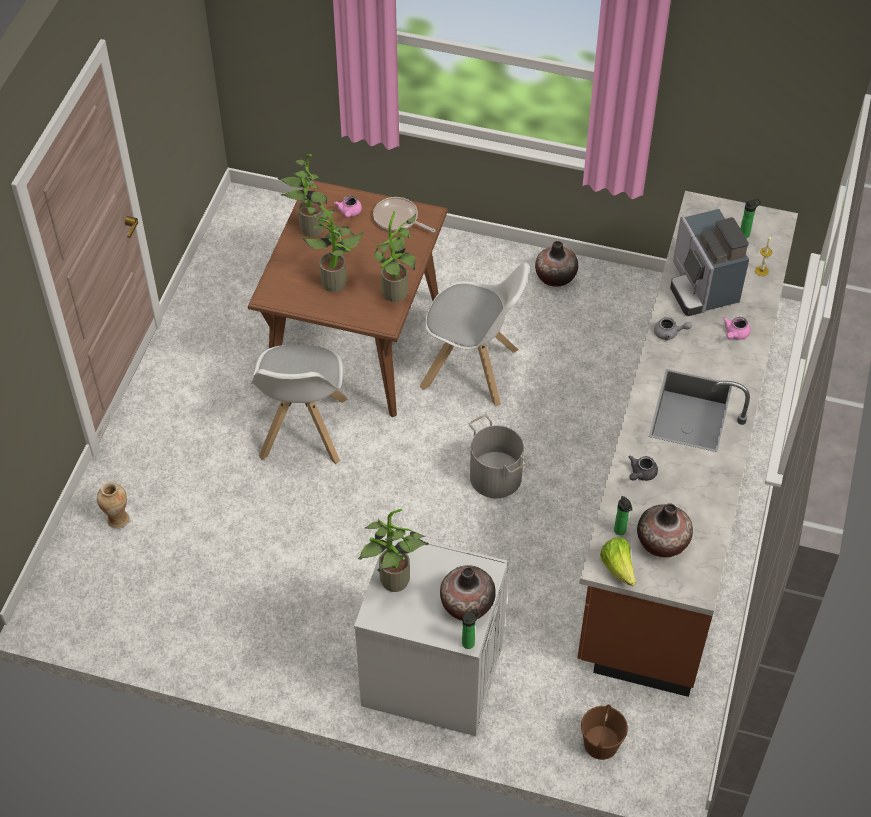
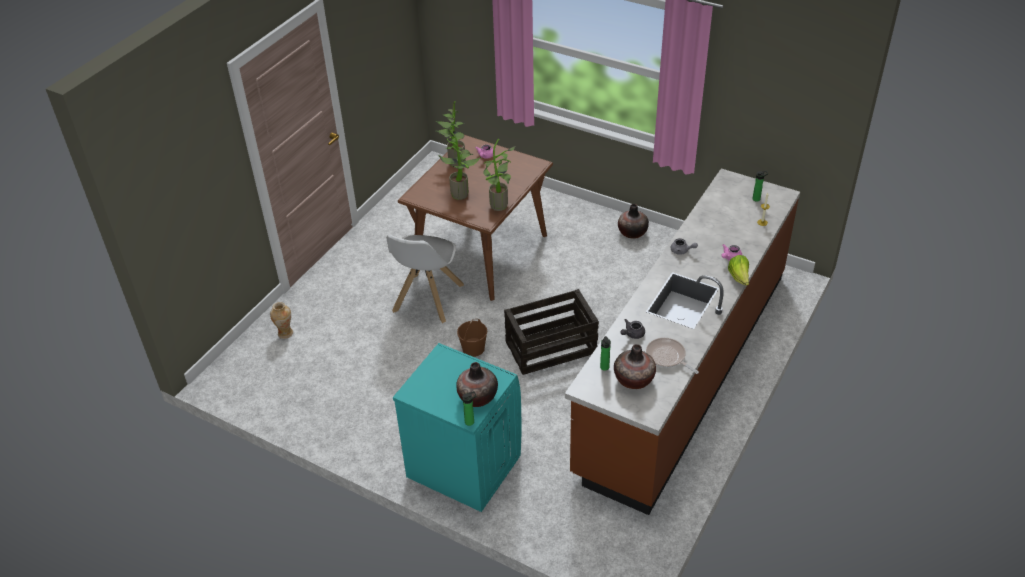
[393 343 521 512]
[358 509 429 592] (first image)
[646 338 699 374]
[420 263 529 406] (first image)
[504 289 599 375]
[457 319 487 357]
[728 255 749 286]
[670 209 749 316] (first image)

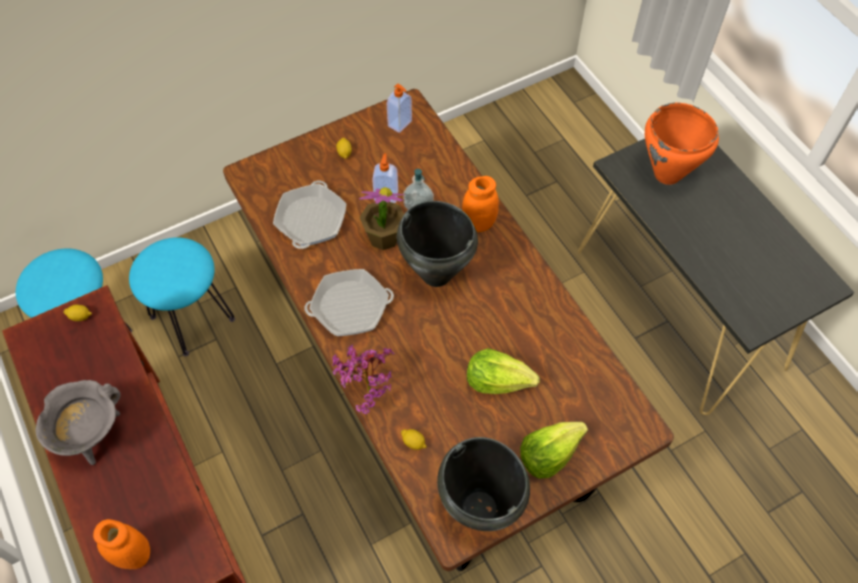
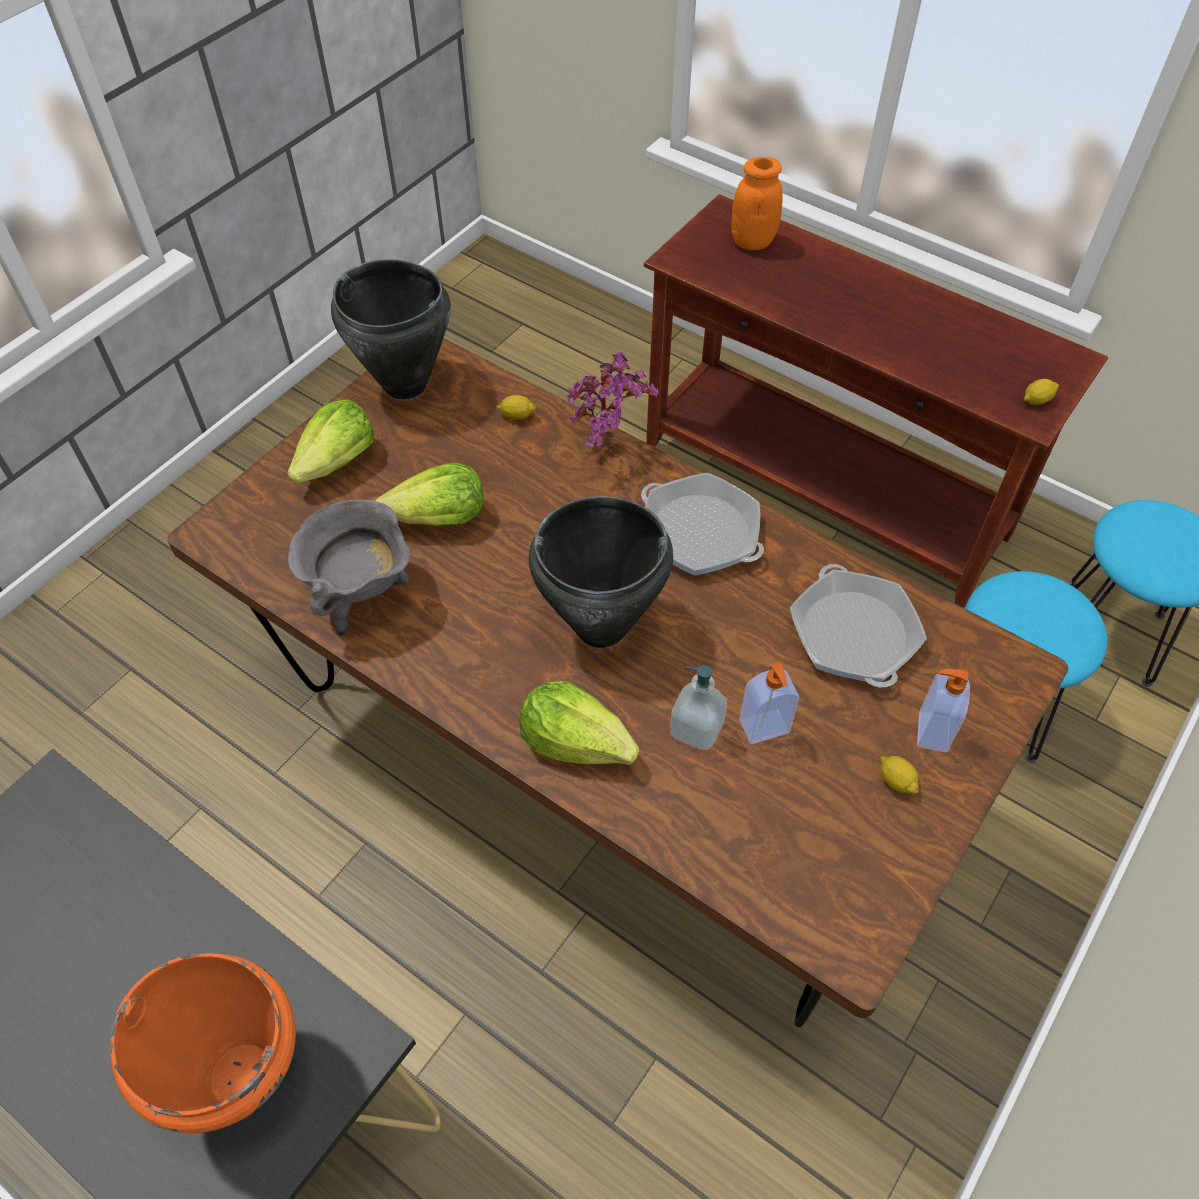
[288 499 411 636]
[641 473 764 576]
[359 187 404 250] (first image)
[917 669 970 753]
[519 681 639 765]

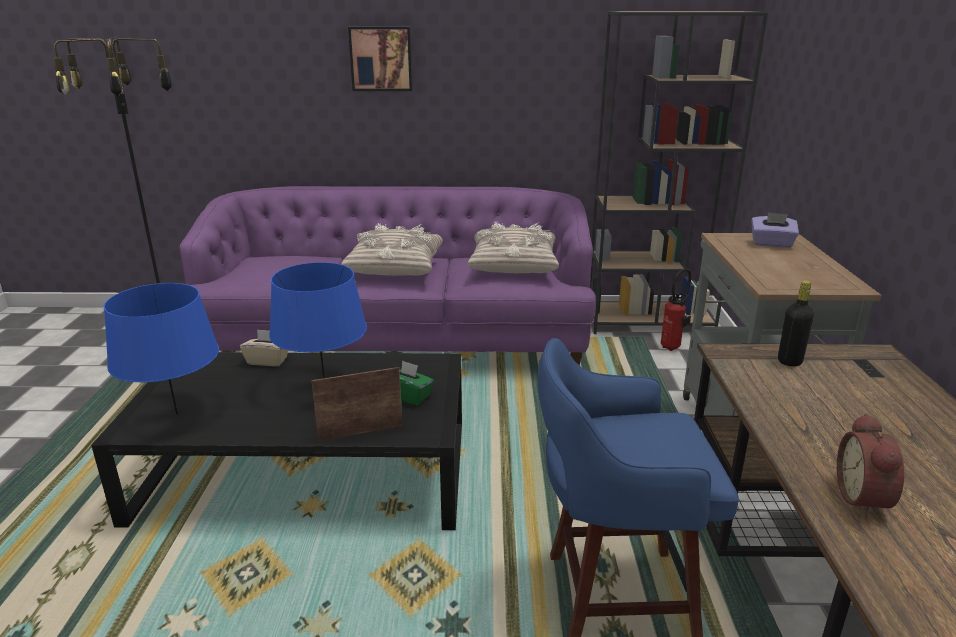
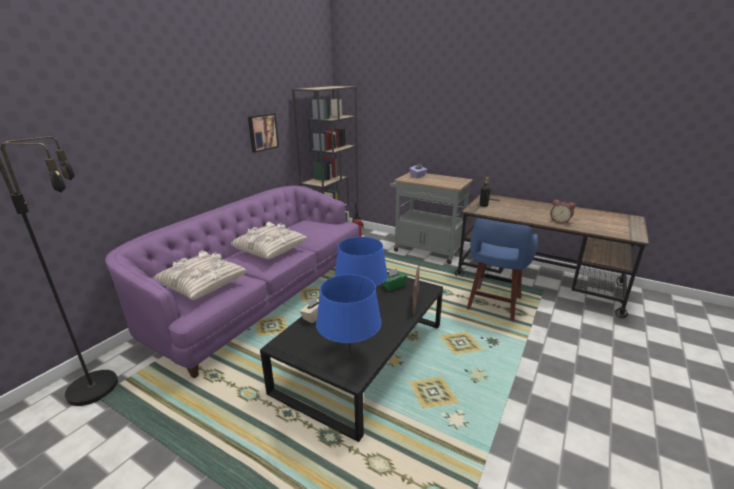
[248 113 279 153]
[153 250 246 300]

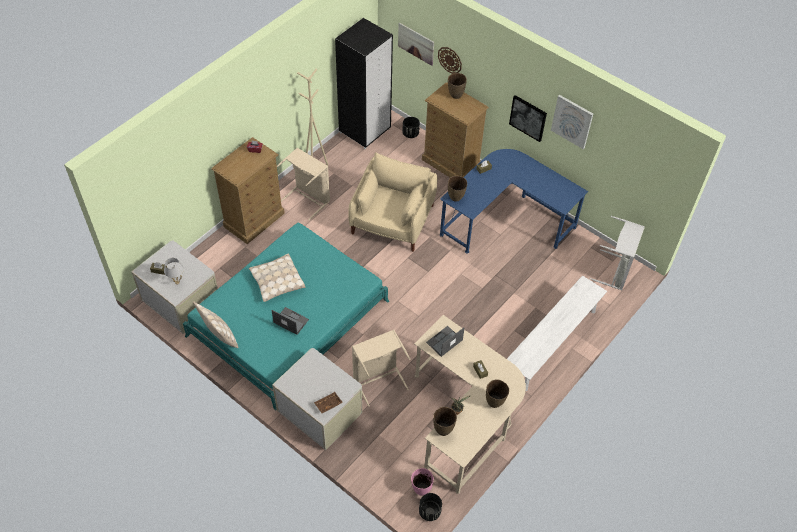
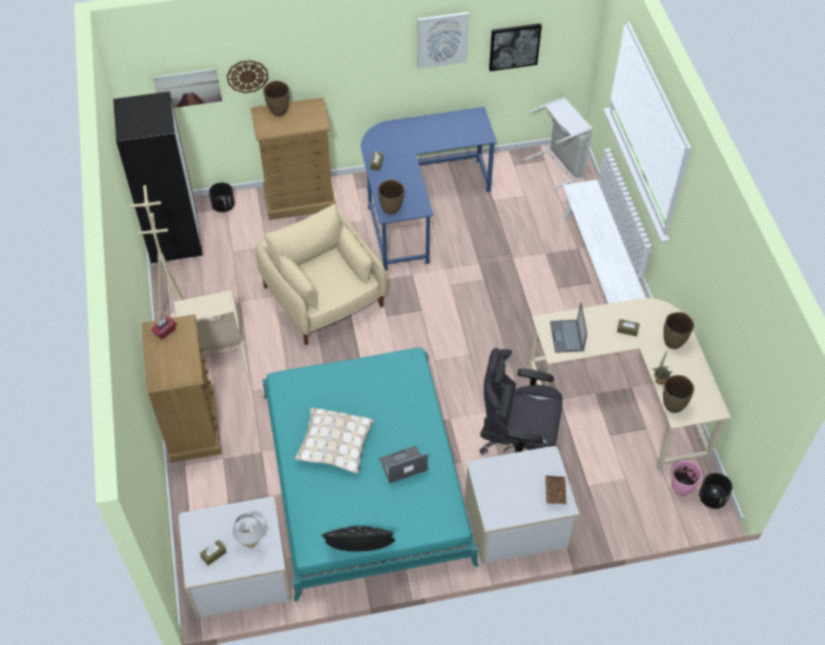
[321 526 395 551]
[479 348 563 455]
[489 23 542 71]

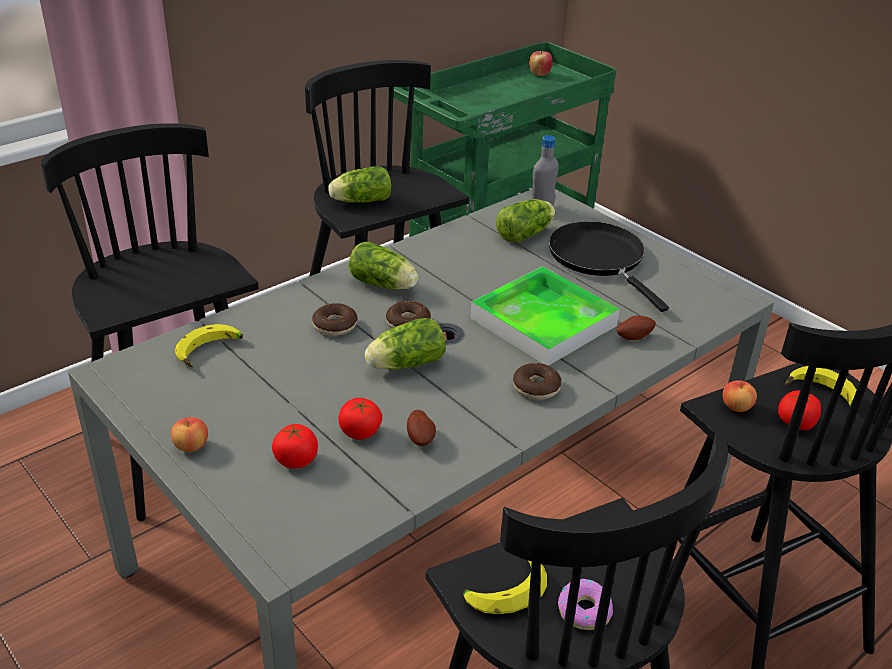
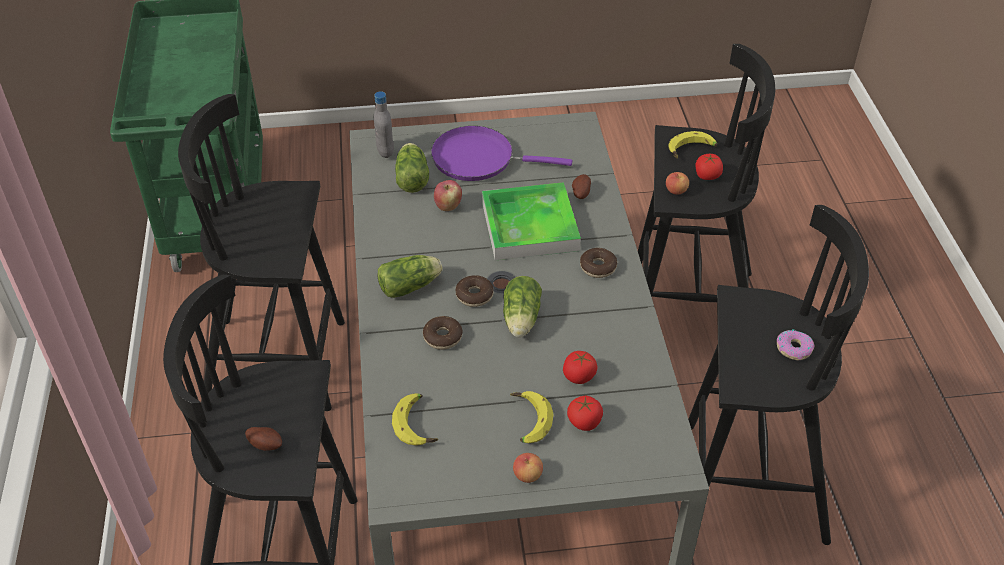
[328 166 392 203] (first image)
[245 427 282 451]
[510 391 554 443]
[434 180 462 211]
[431 126 572 181]

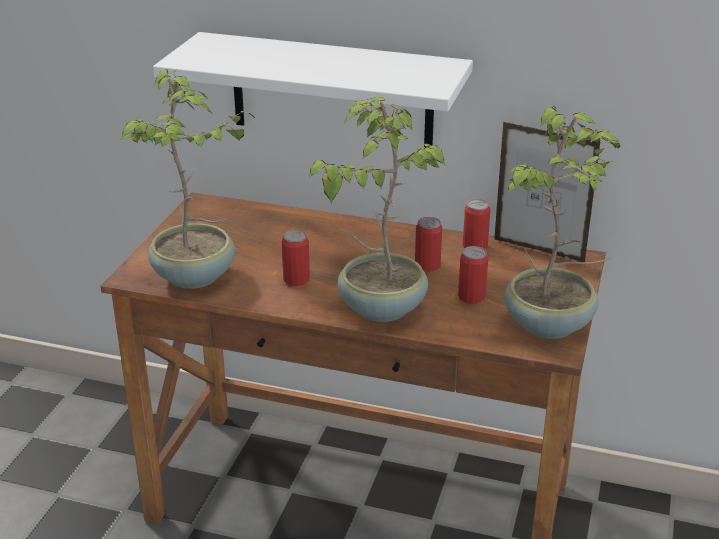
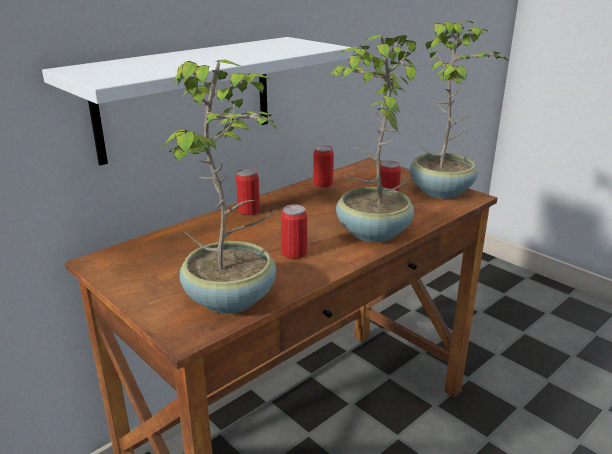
[236 168 260 215]
[494 122 601 262] (first image)

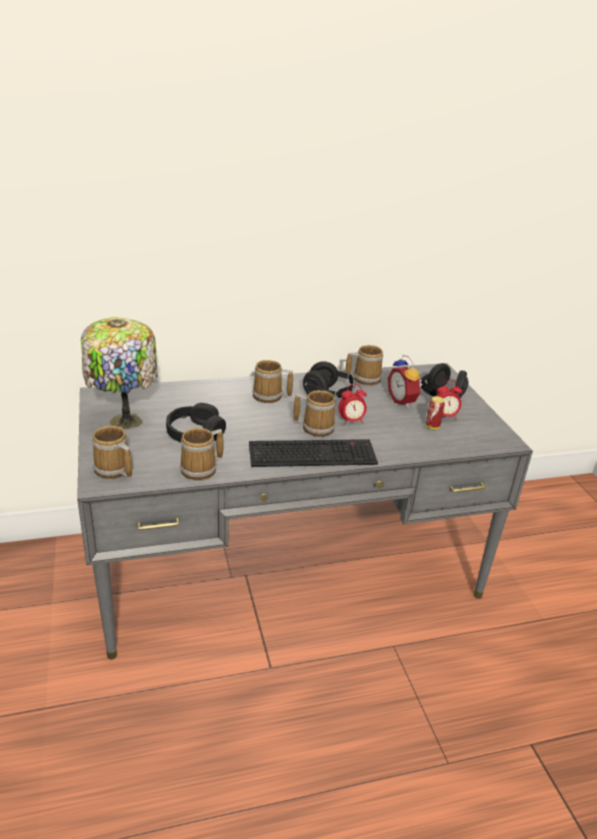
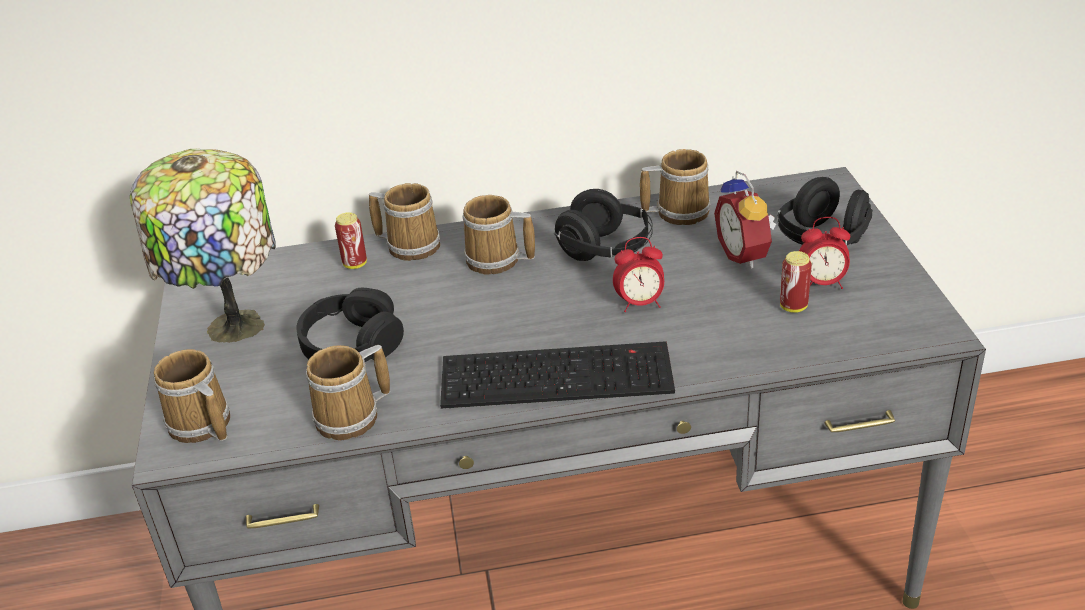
[369 183 440 261]
[335 212 367 269]

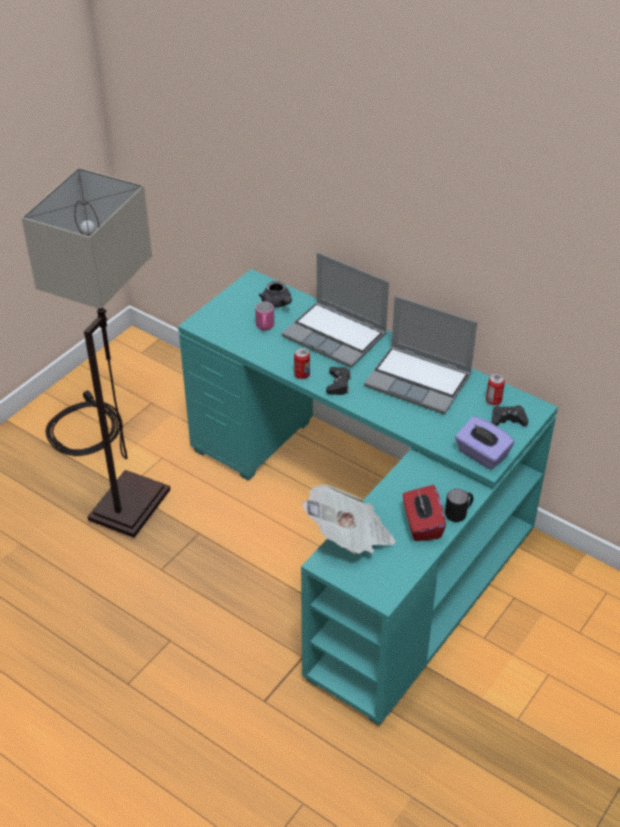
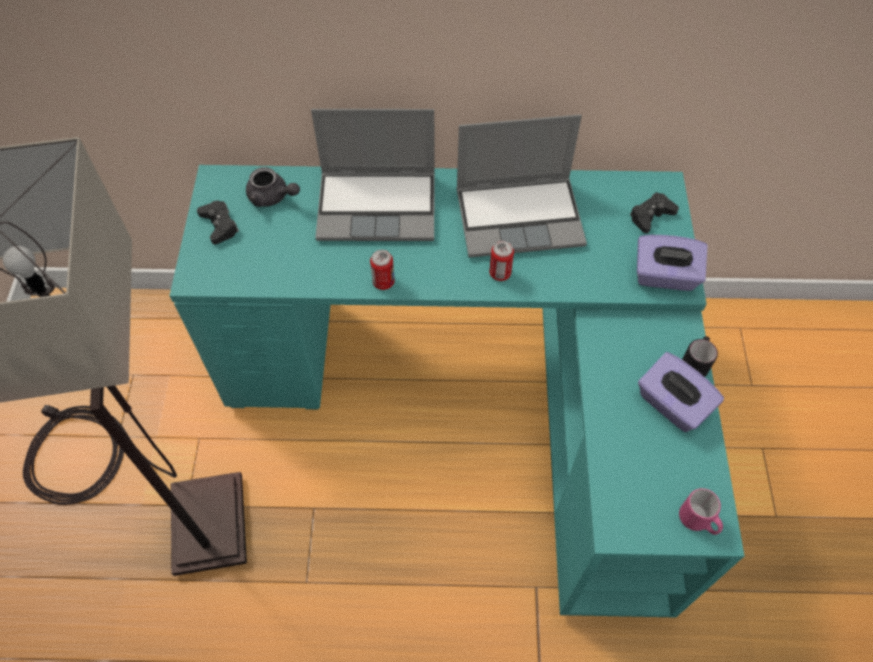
[679 488 723 535]
[302 484 396 554] (first image)
[197 201 239 244]
[638 352 724 432]
[489 241 514 281]

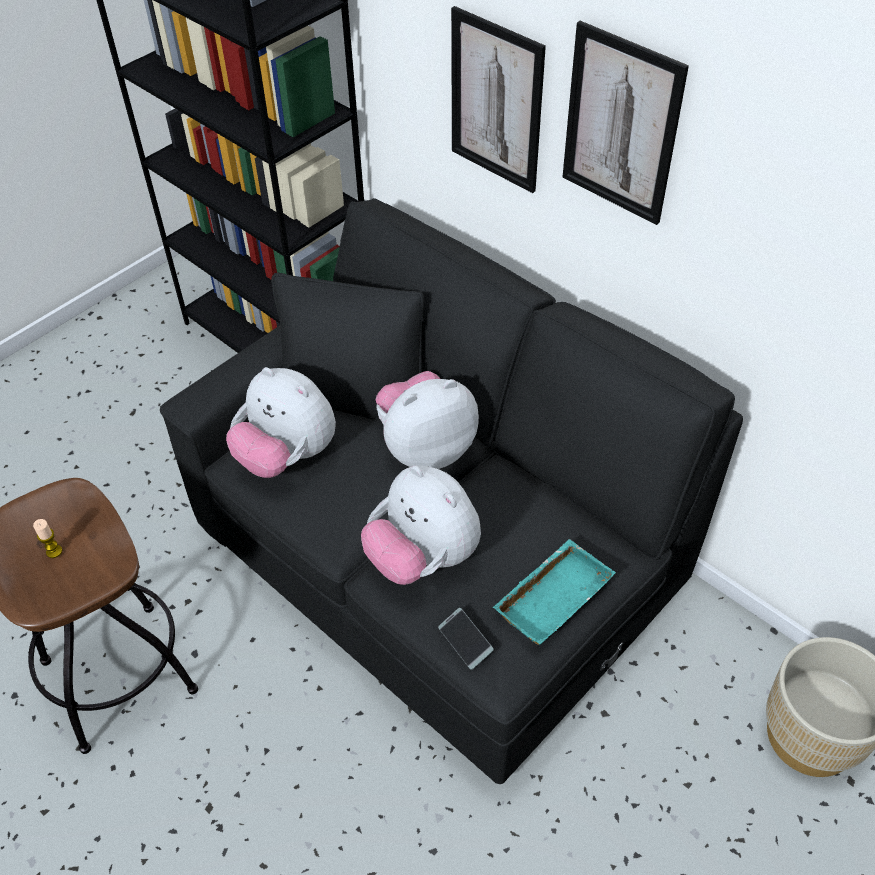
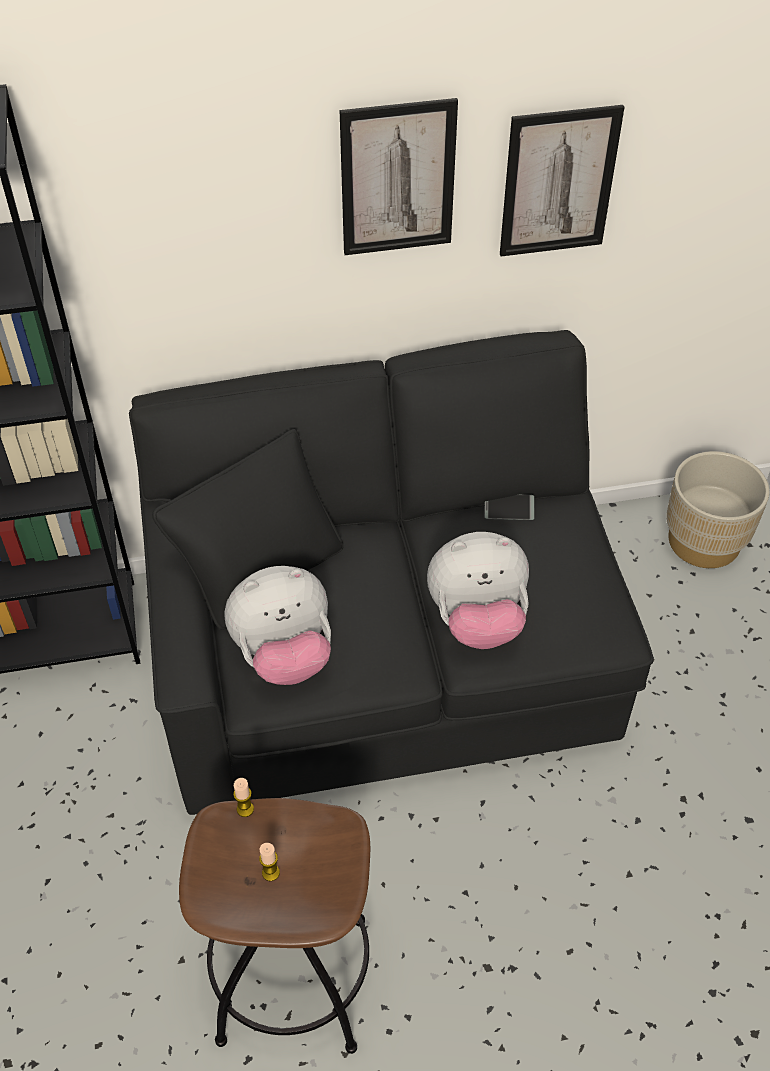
[376 371 479 469] (first image)
[485 495 534 520]
[500 105 624 256]
[493 539 616 645] (first image)
[233 778 254 817]

